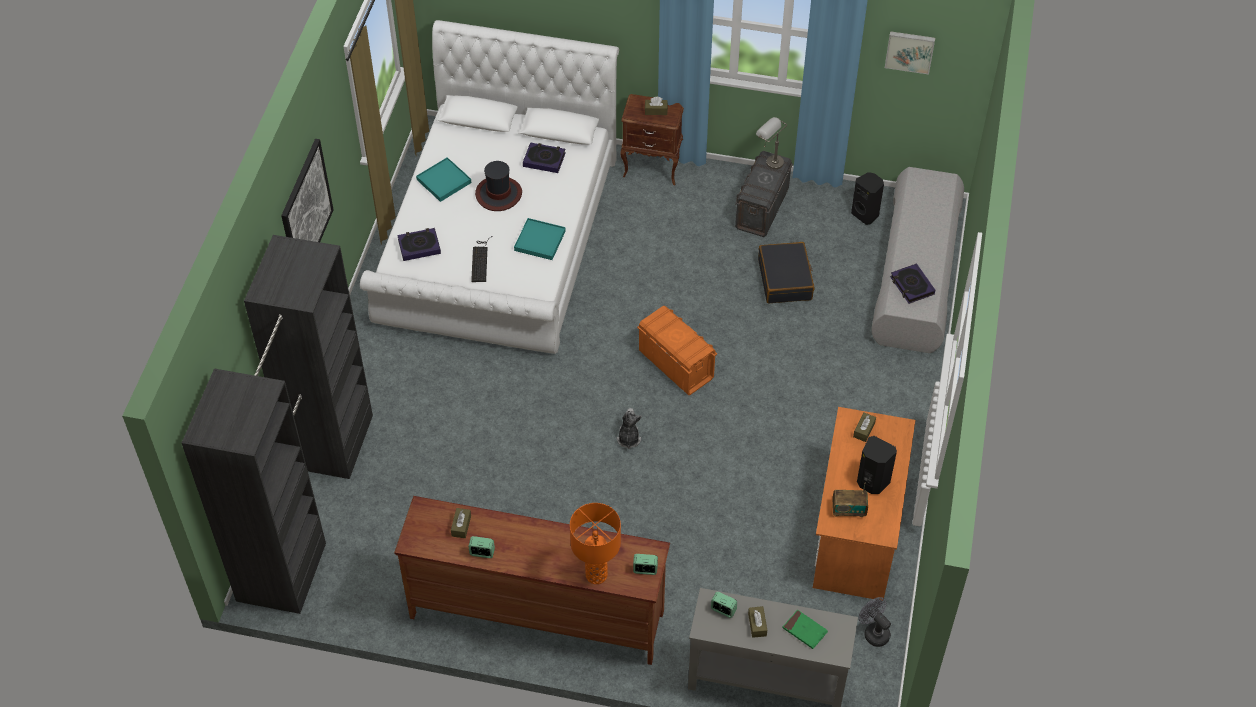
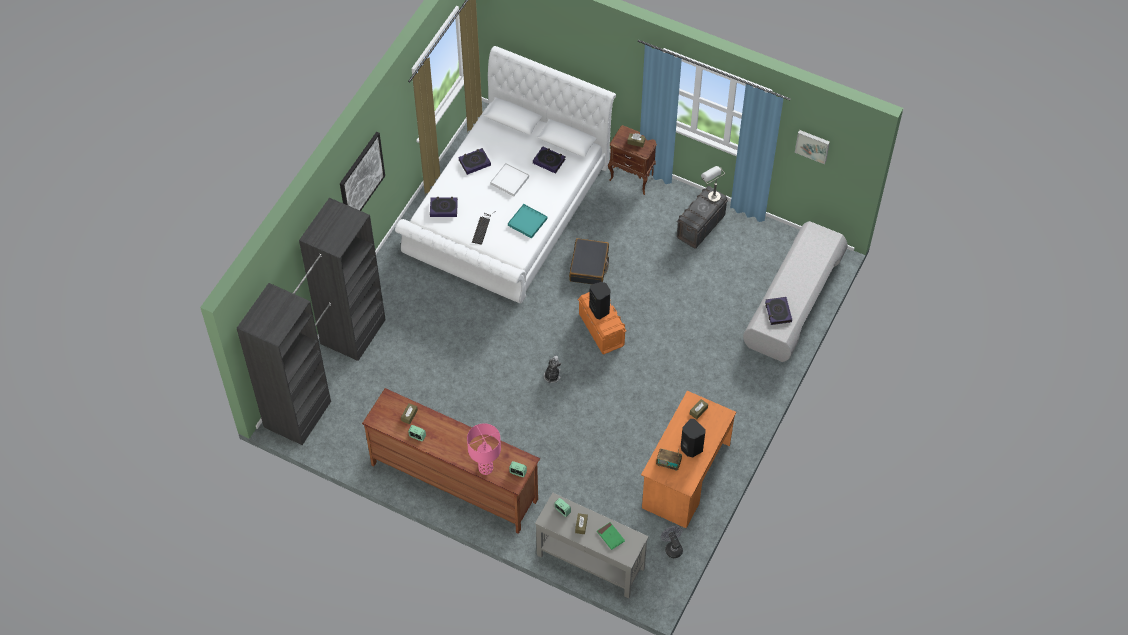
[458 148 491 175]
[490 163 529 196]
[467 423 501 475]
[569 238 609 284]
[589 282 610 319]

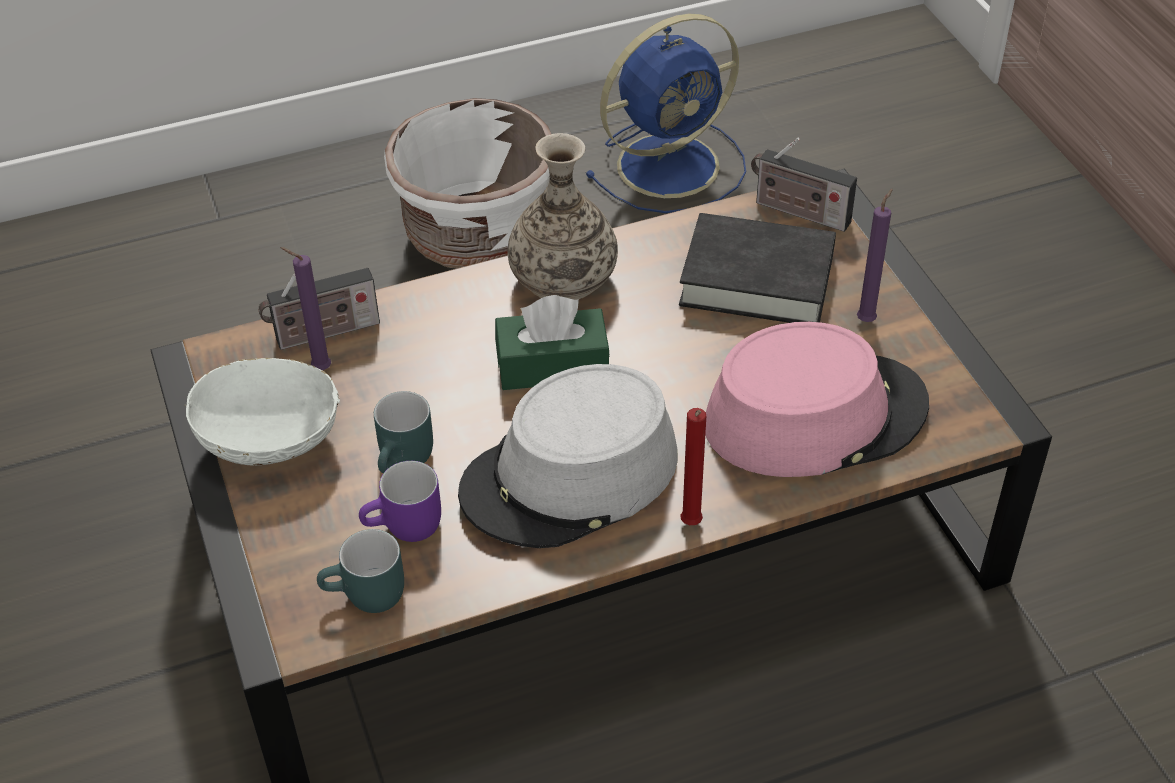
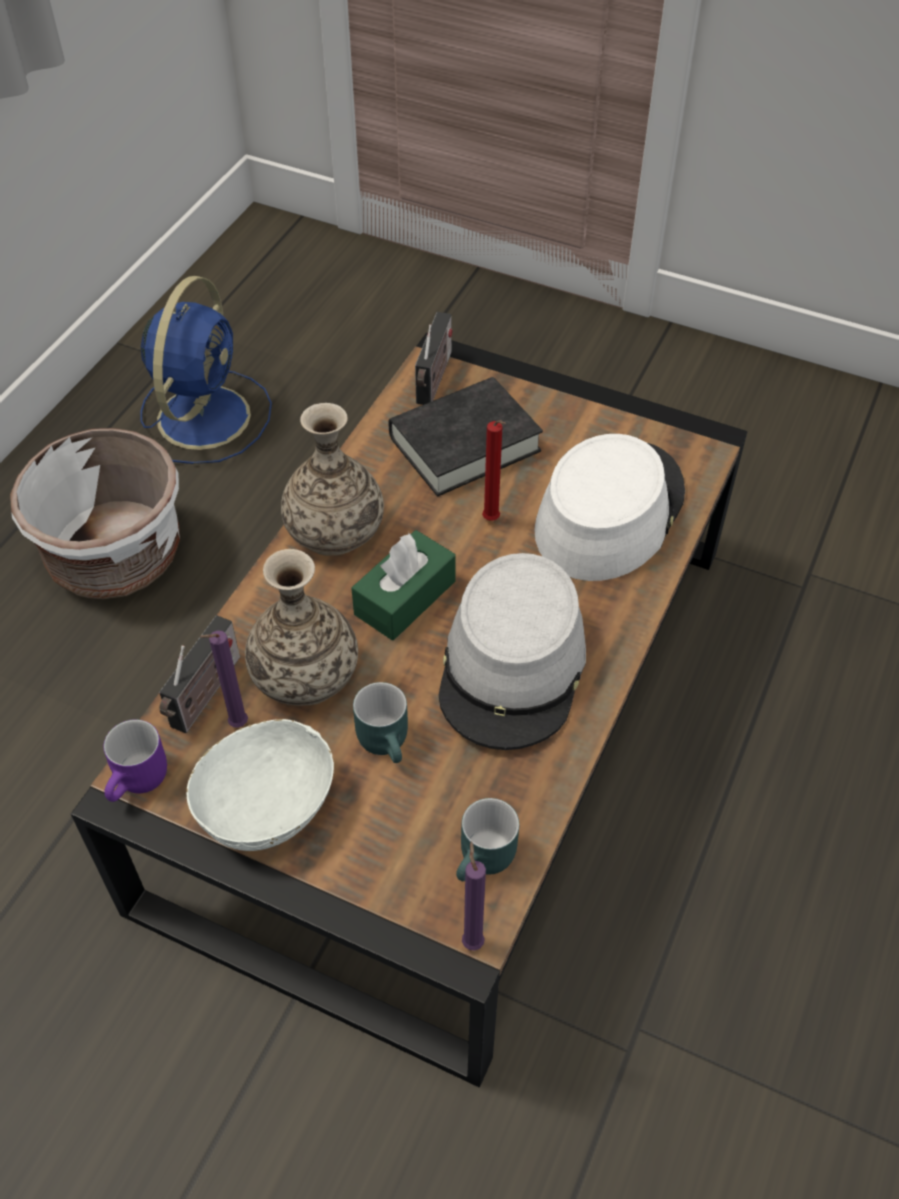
[103 719 167 802]
[482 420 506 521]
[534 434 685 581]
[415 312 452 405]
[462 841 486 951]
[245 549 358 706]

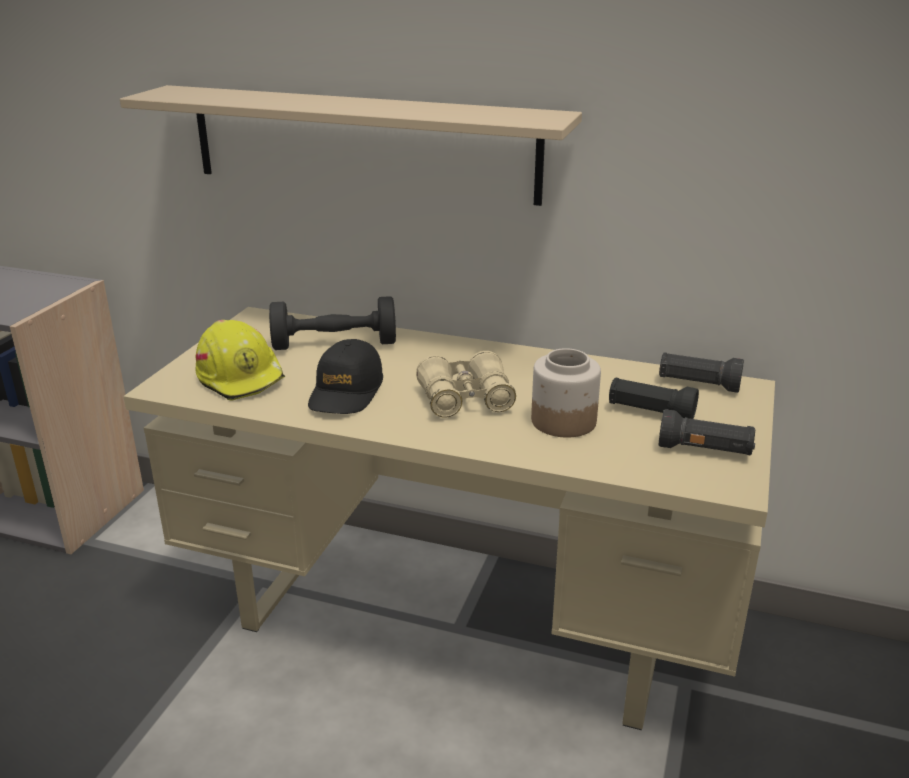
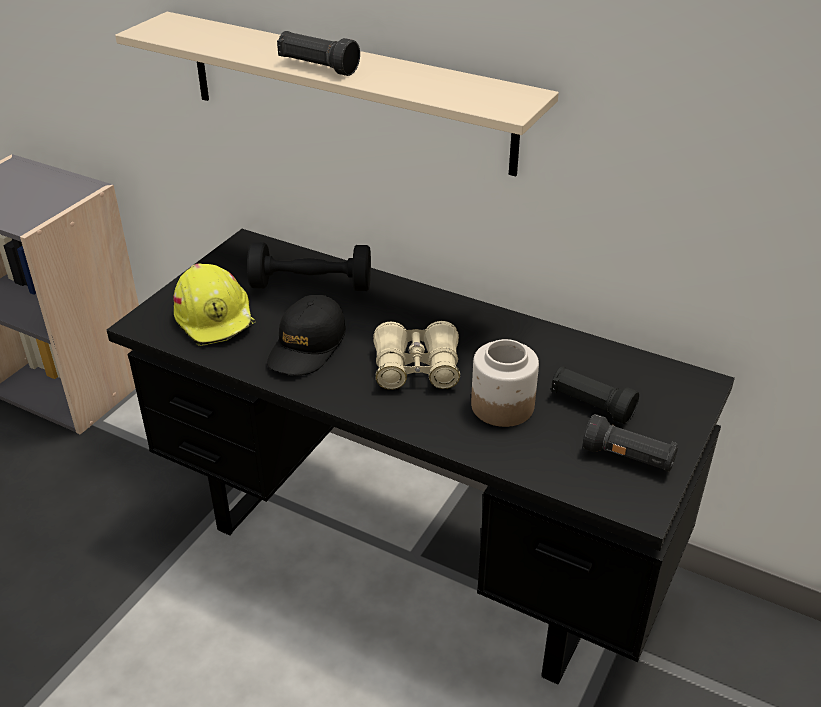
[107 229 735 685]
[277 31 360 76]

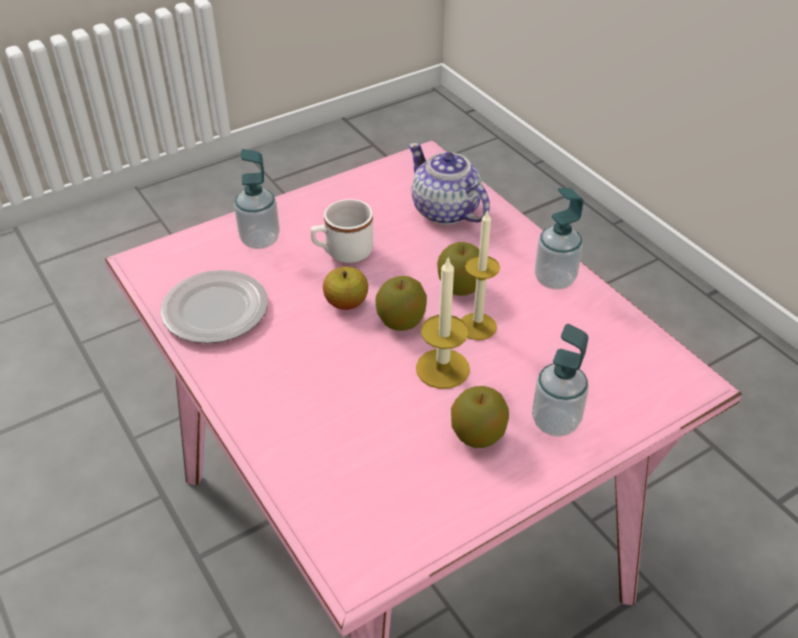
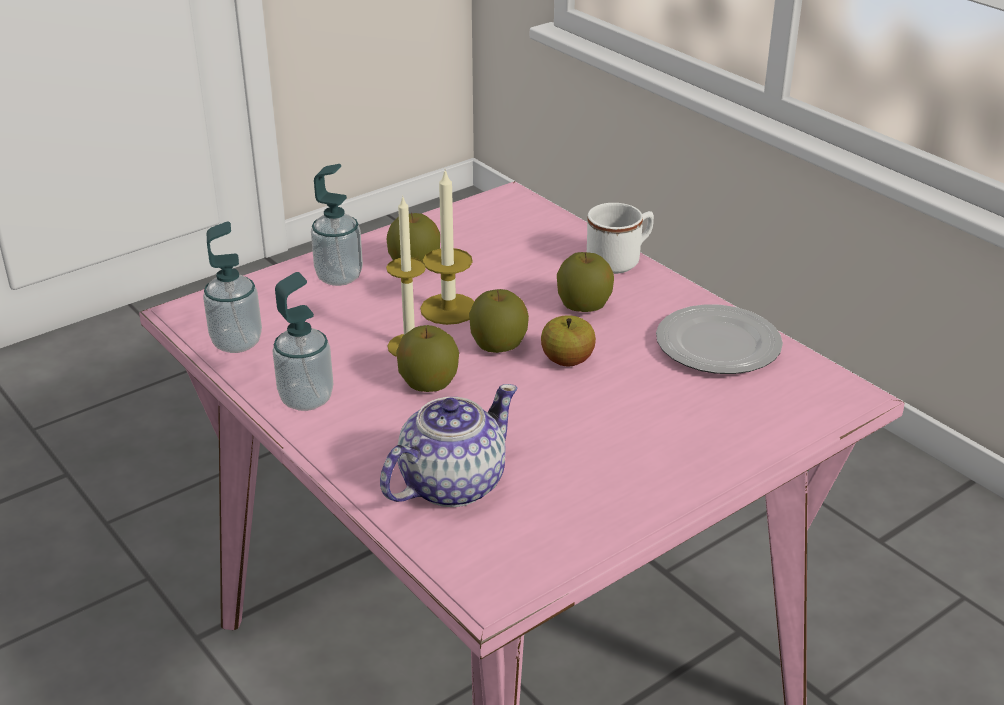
[203 221 262 353]
[587 203 654 274]
[380 384 517 507]
[557 252 614 312]

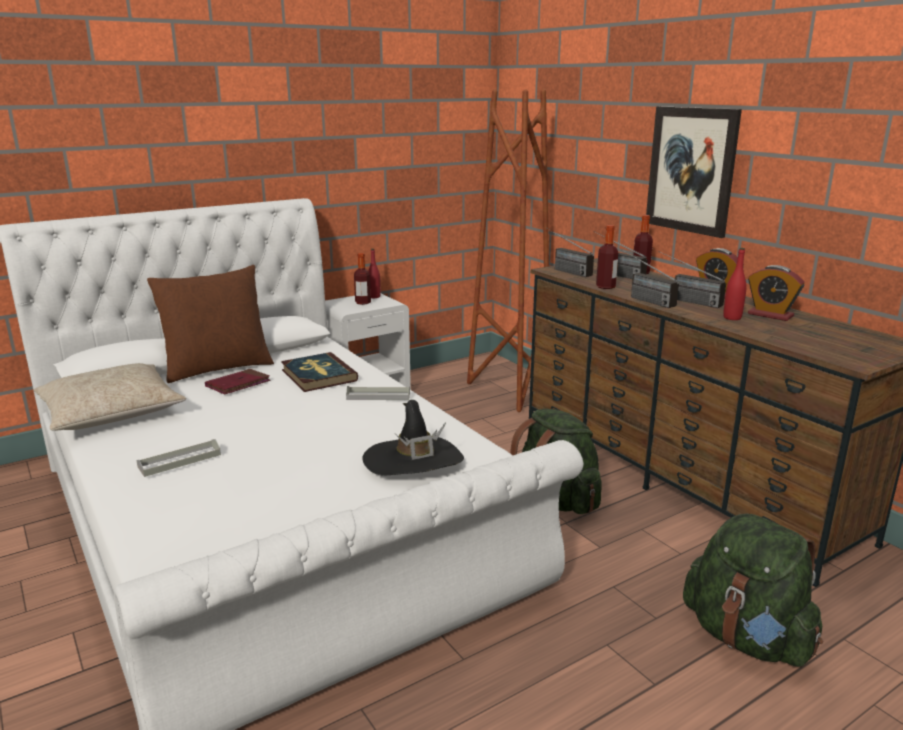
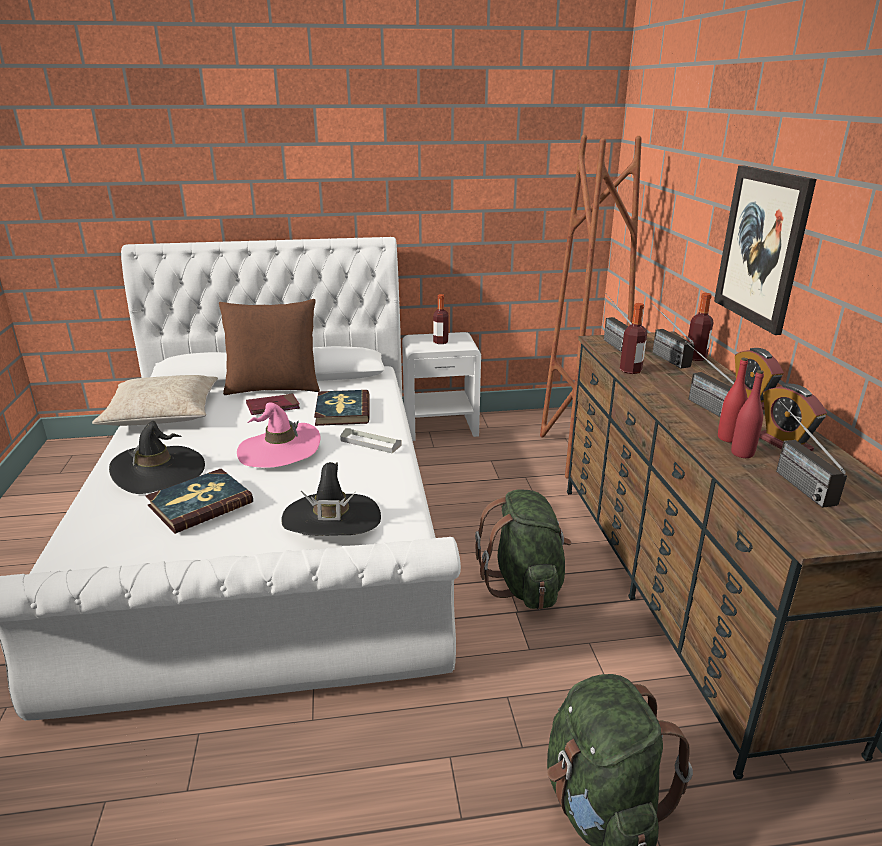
[109 421 205 494]
[731 370 764 458]
[776 399 847 508]
[146 469 253 534]
[237 402 321 467]

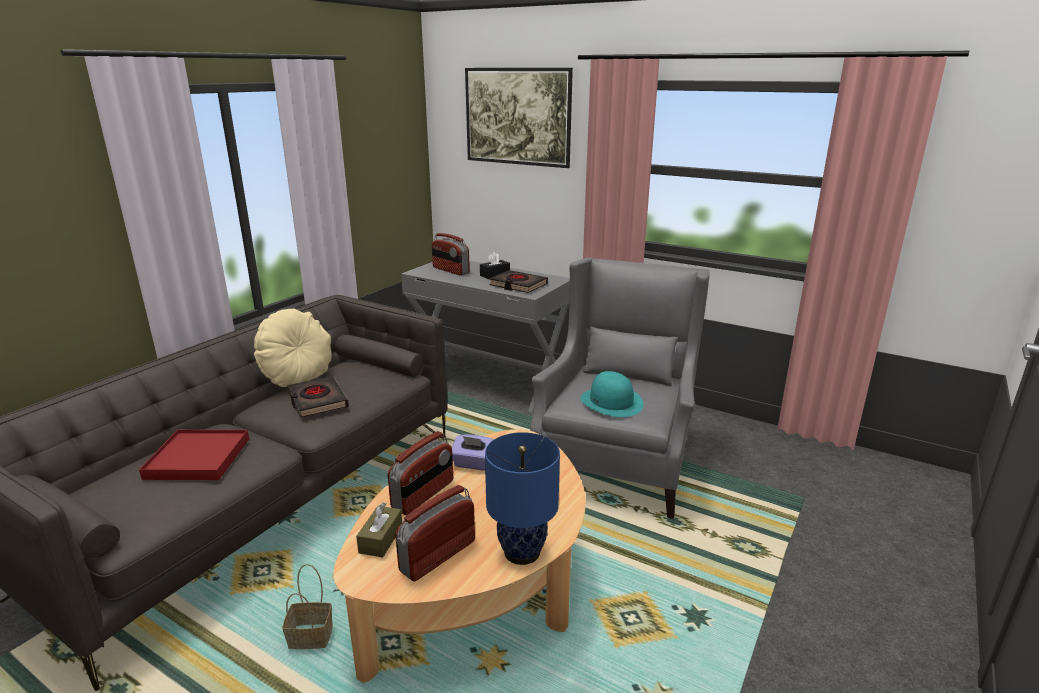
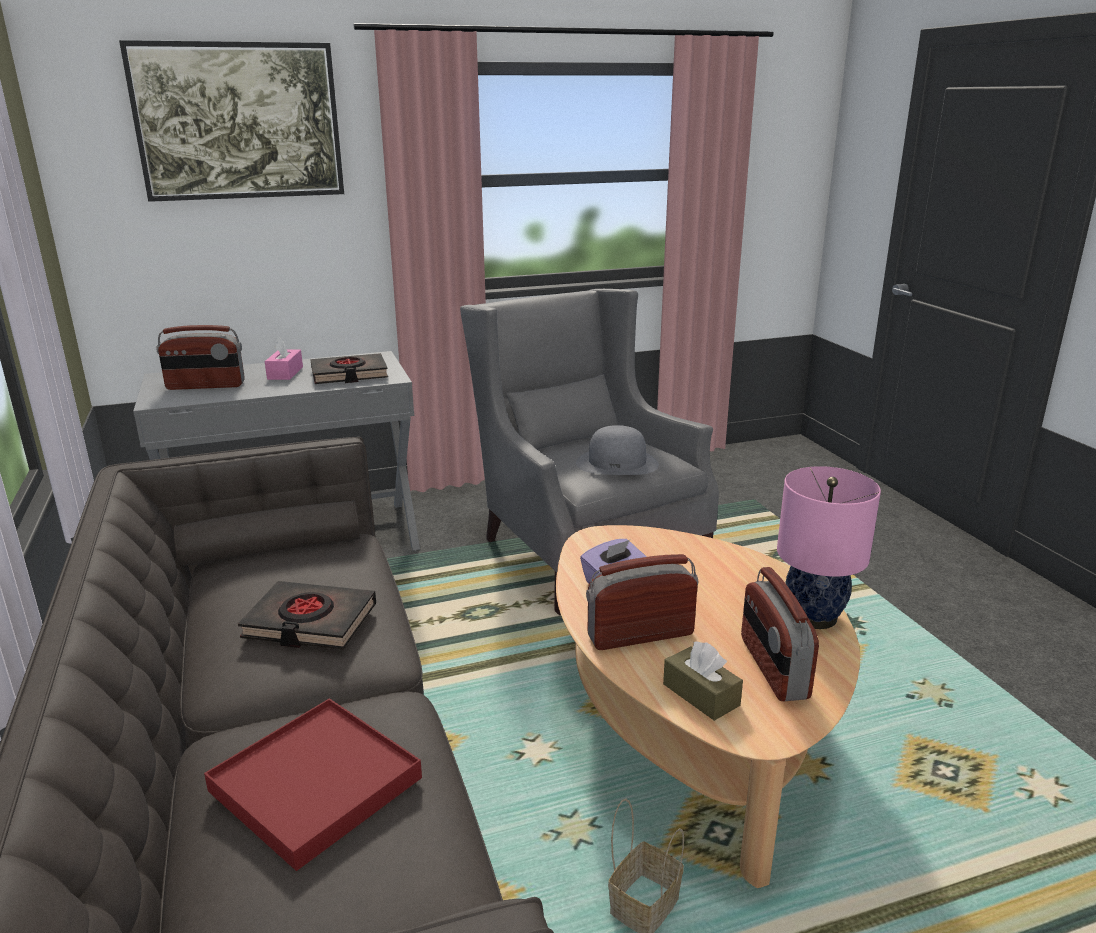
[254 309 332 387] (first image)
[586 554 698 650]
[265 337 303 380]
[777 466 881 629]
[576 425 659 475]

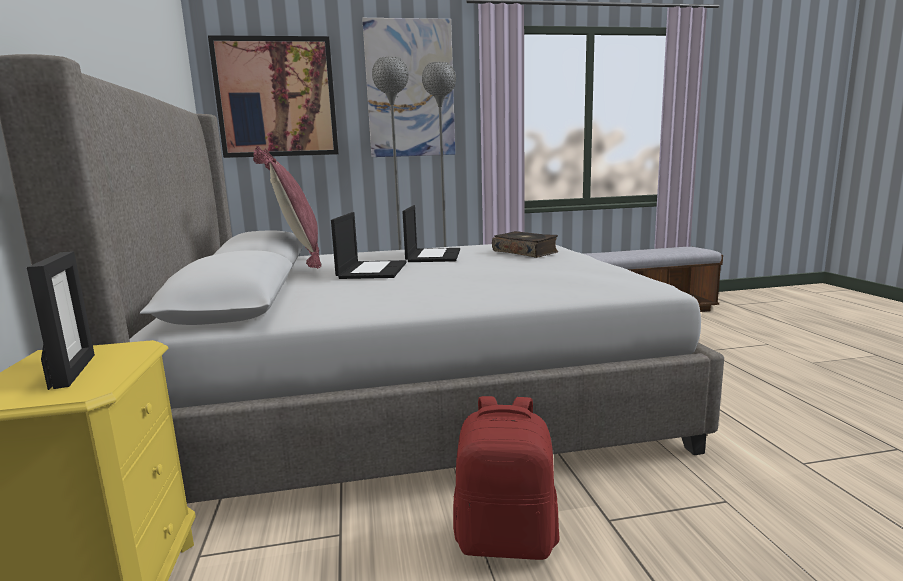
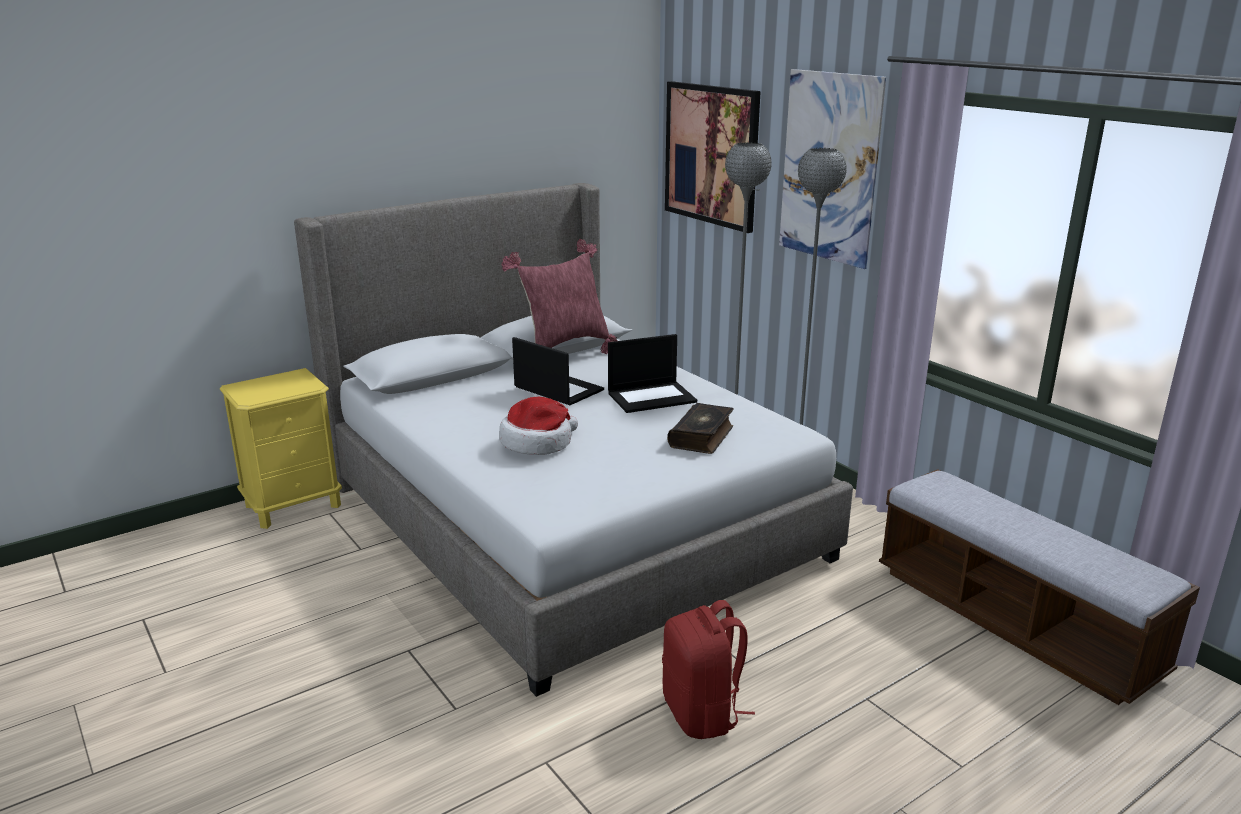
[27 251 95 390] (first image)
[512 337 604 405]
[662 600 755 739]
[499 397 578 455]

